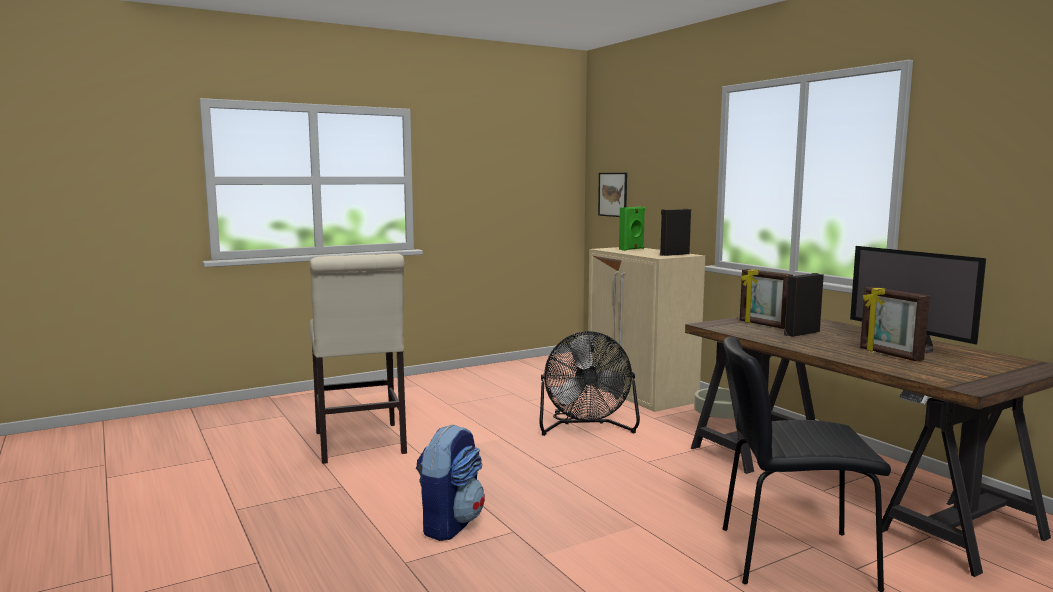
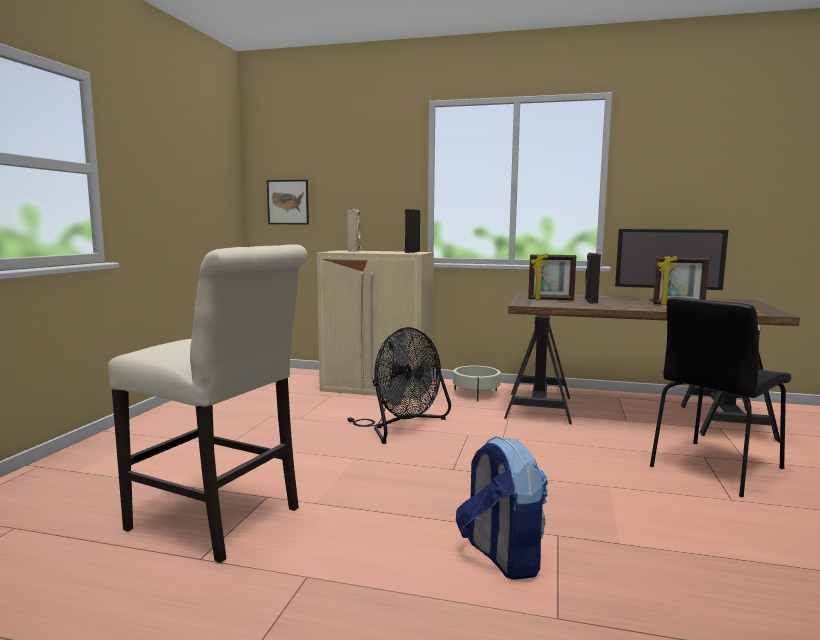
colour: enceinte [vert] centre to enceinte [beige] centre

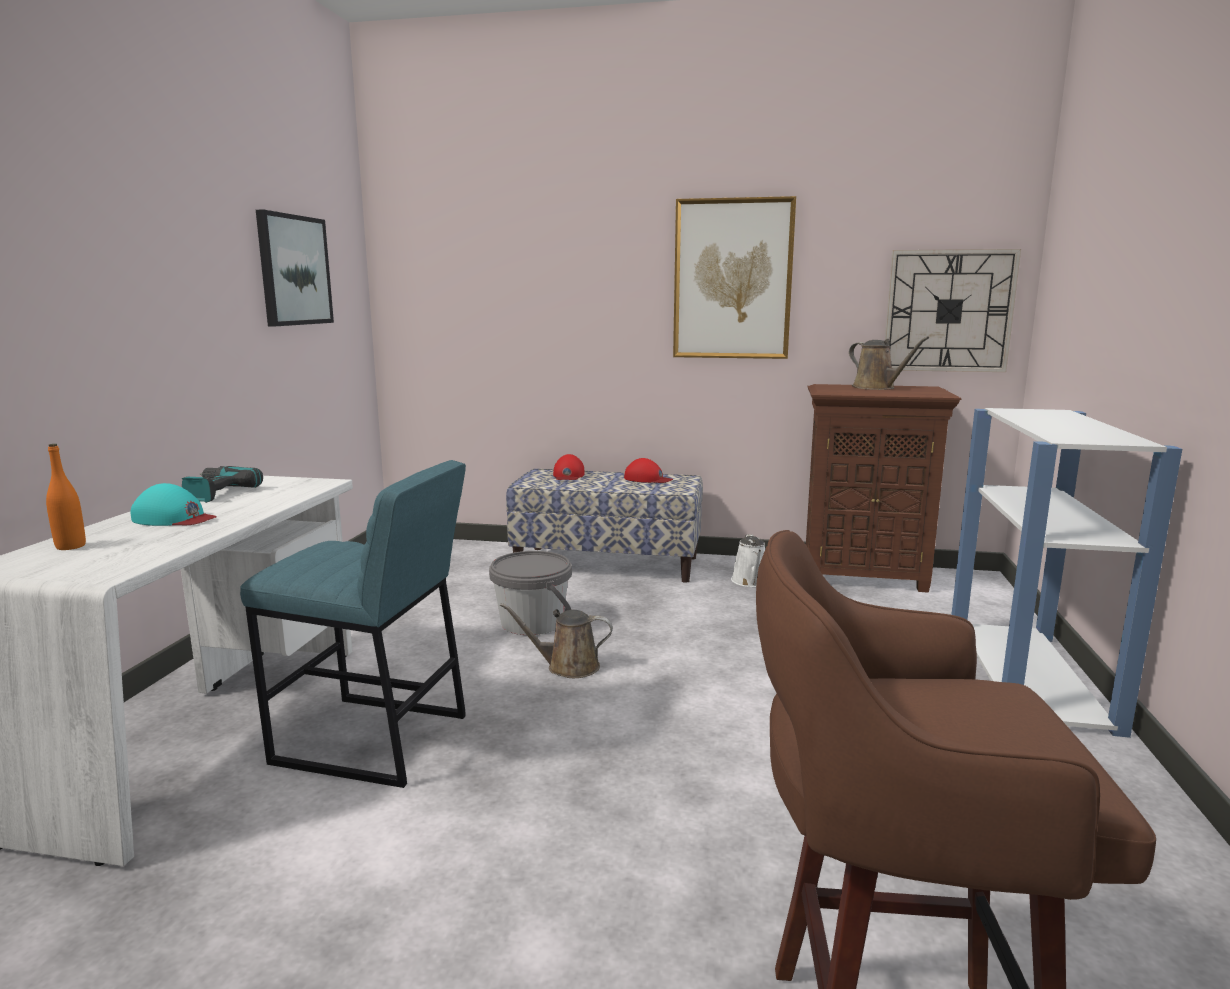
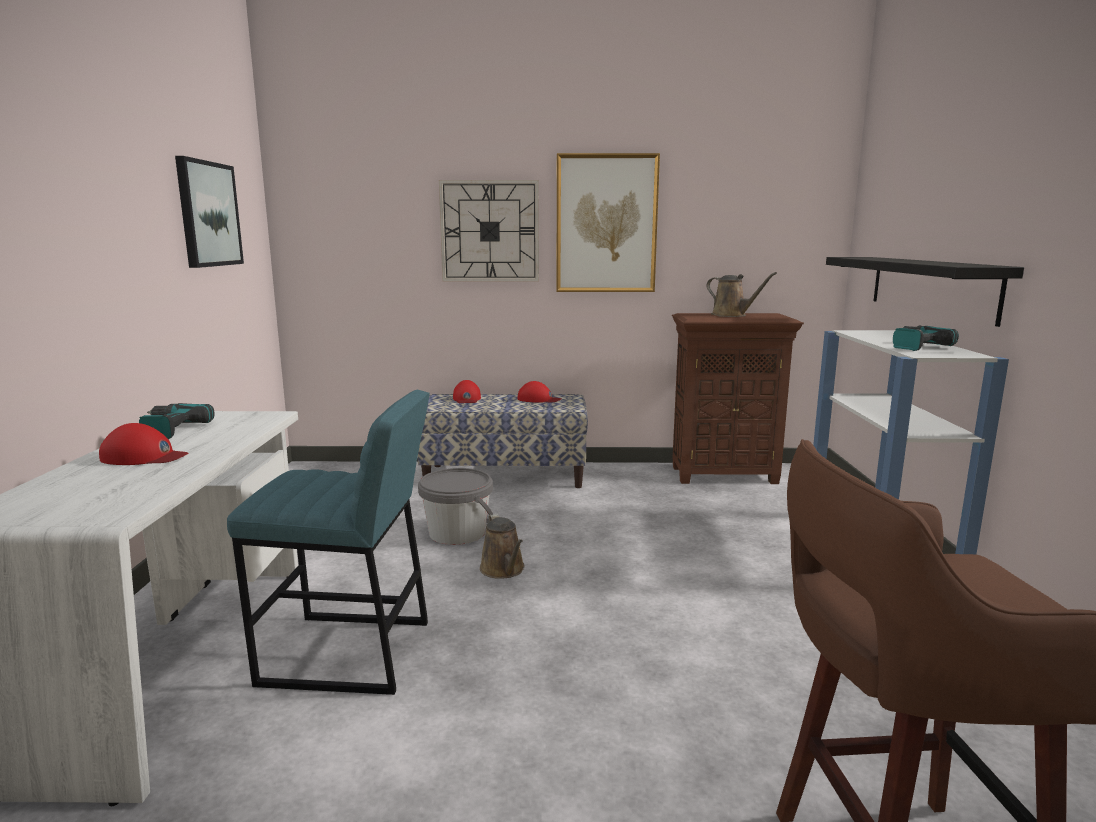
missing: bouteille [orange] middle left; arrosoir [blanc] centre
appeared: étagère [noir] middle right; perceuse (no. 2 from left) middle right
relocated: horloge murale top right to top centre
colour: casquette [turquoise] middle left to casquette [rouge] (no. 1 from left) middle left
spun: arrosoir [marron] (no. 1 from left) centre = centre 105 degrees counterclockwise

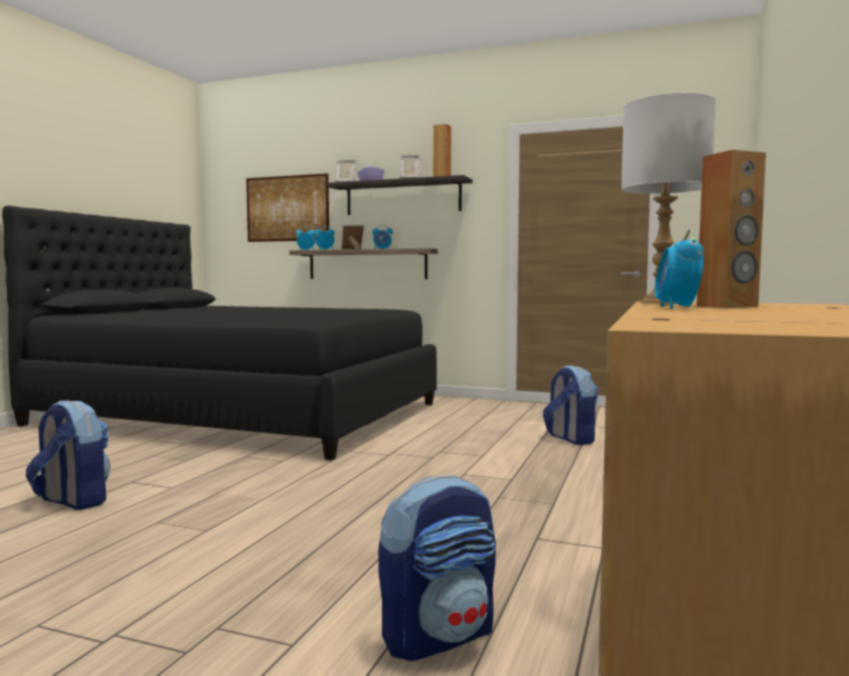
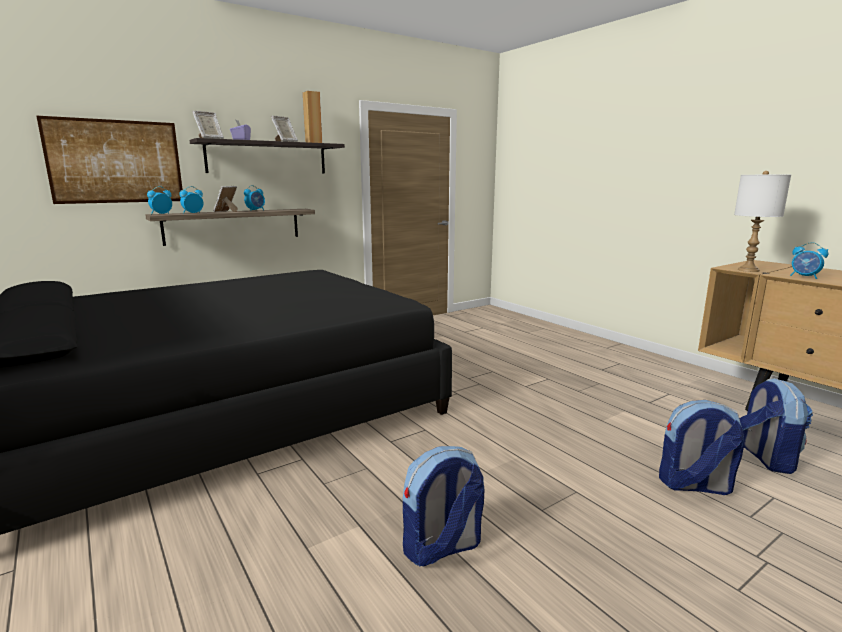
missing: enceinte [marron] (no. 2 from left) middle right
relocated: sac à dos (no. 3 from left in the first image) middle right to sac à dos (no. 2 from left) bottom right

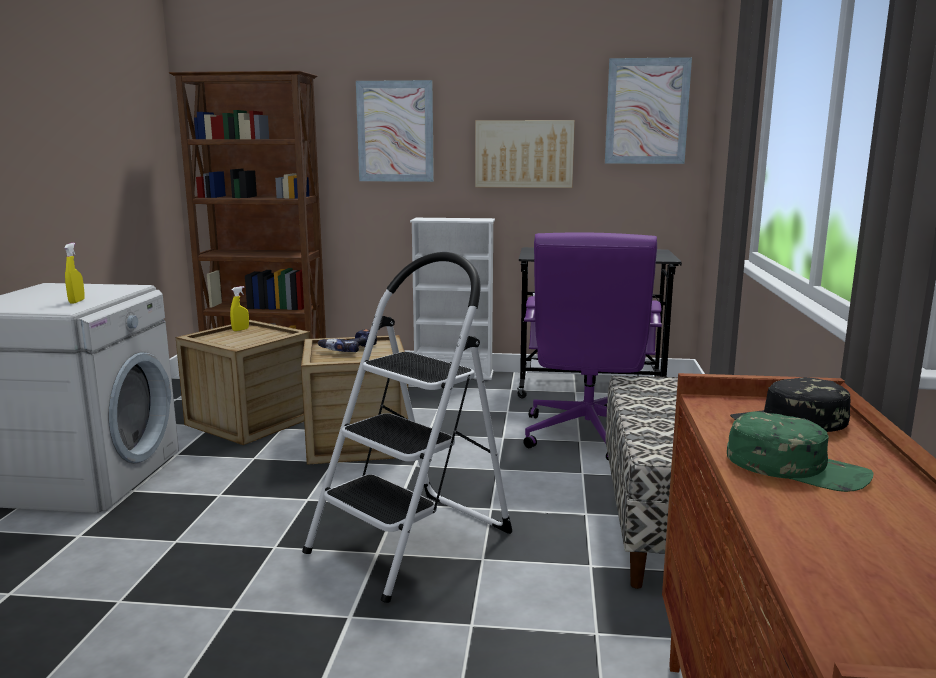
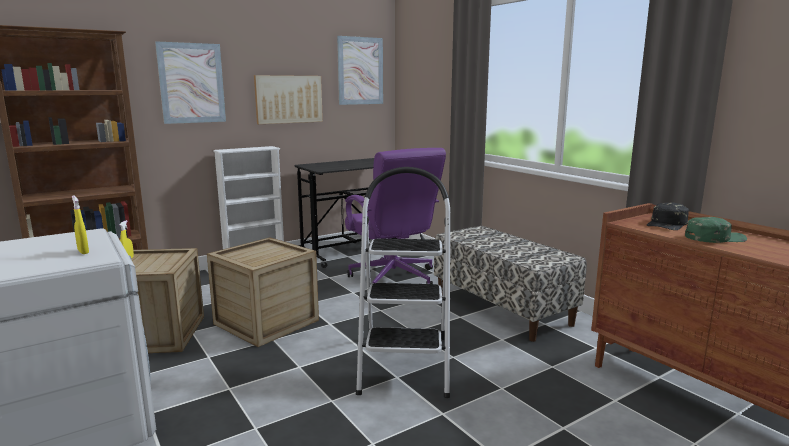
missing: perceuse centre

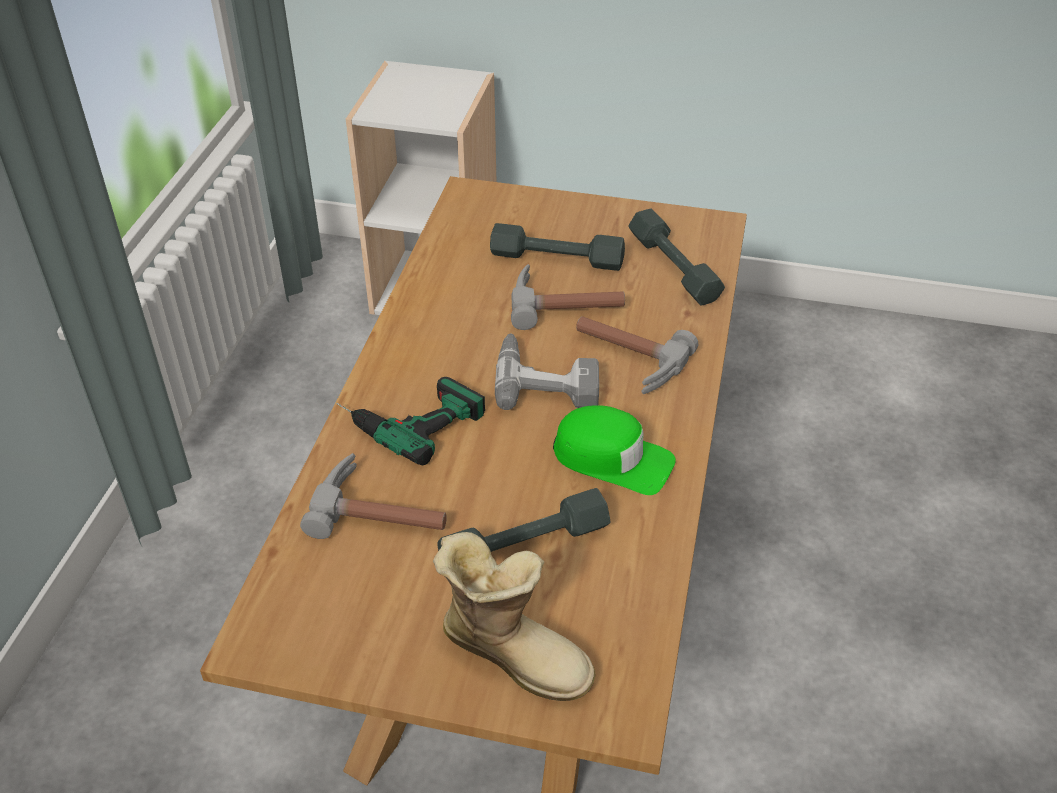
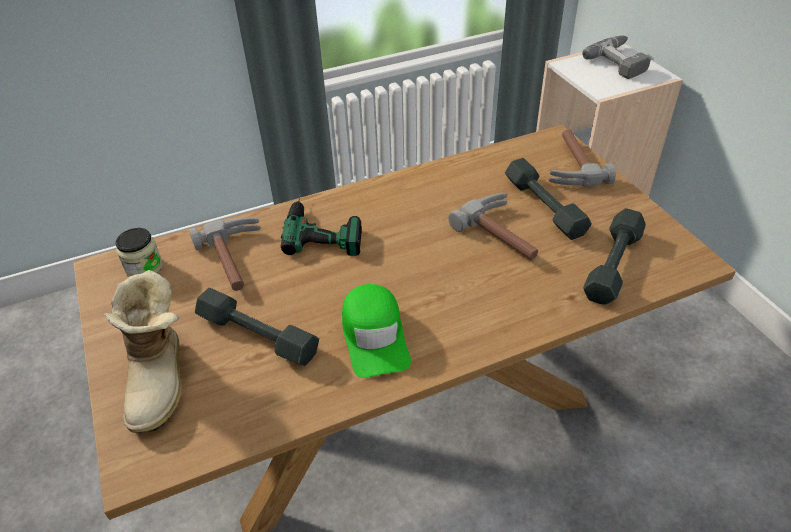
appeared: bocal middle left
relocated: perceuse (no. 2 from left) centre to top right; marteau (no. 3 from left) centre to top right

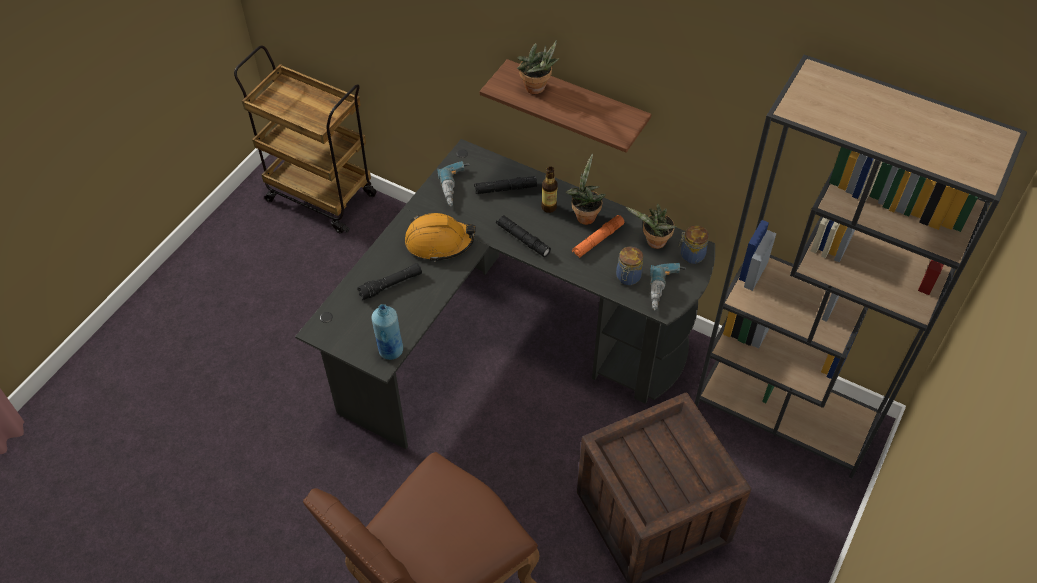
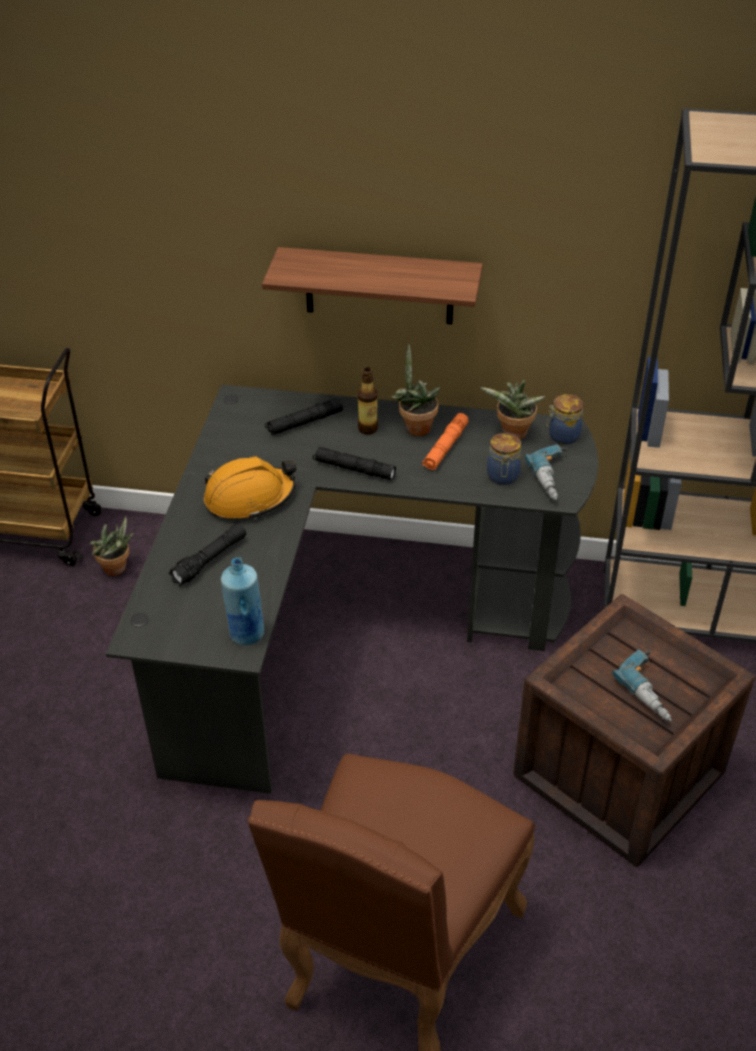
relocated: perceuse (no. 1 from left in the first image) top centre to perceuse (no. 2 from left) middle right; plante en pot (no. 1 from left) top centre to middle left

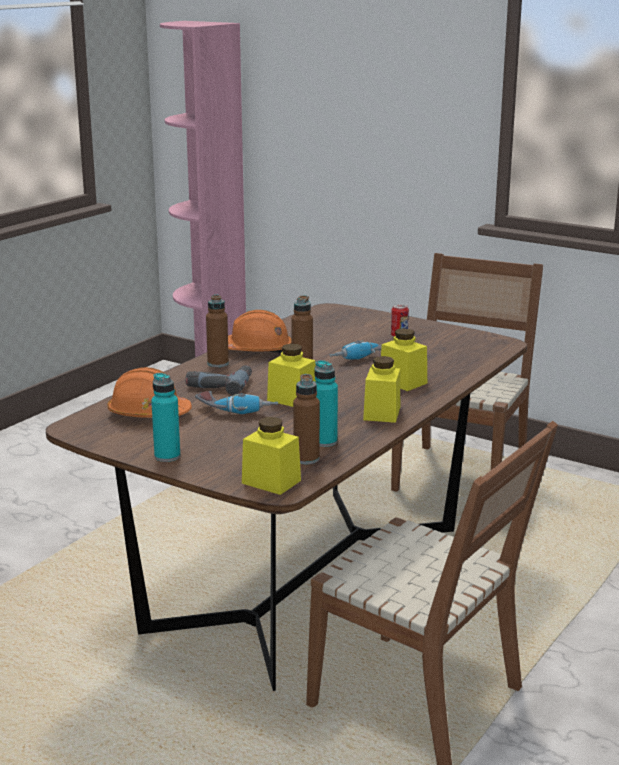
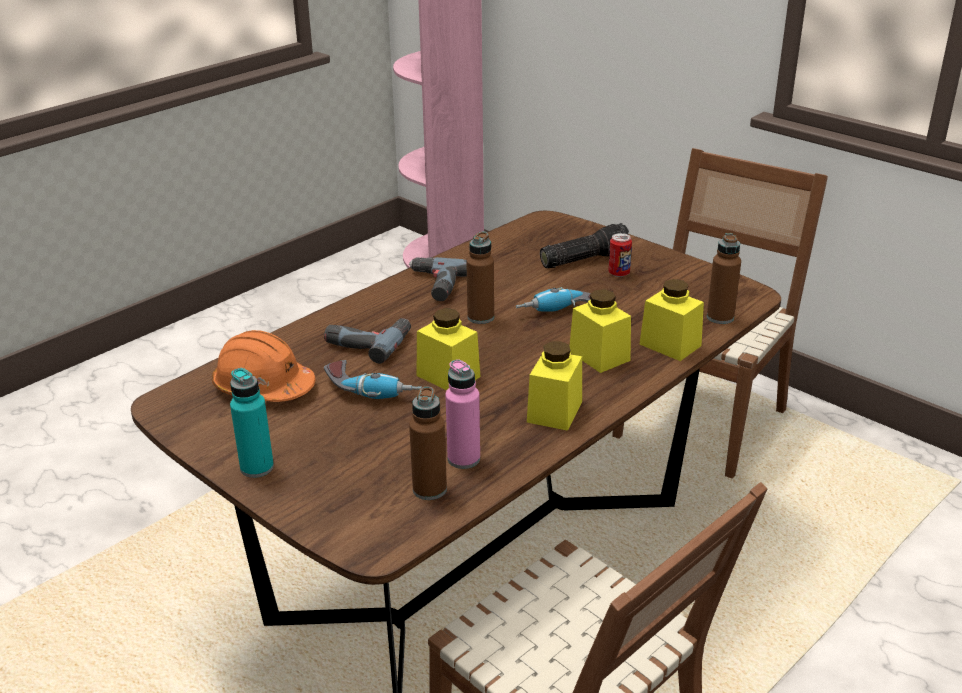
appeared: lampe de poche centre
relocated: bouteille [marron] (no. 1 from left in the first image) centre to bouteille [marron] (no. 3 from left) middle right; bocal [jaune] (no. 1 from left in the first image) centre to bocal [jaune] (no. 4 from left) middle right
exchanged: casque de chantier [orange] (no. 2 from left) centre to perceuse (no. 3 from left) centre
colour: bouteille [turquoise] (no. 2 from left) centre to bouteille [rose] centre

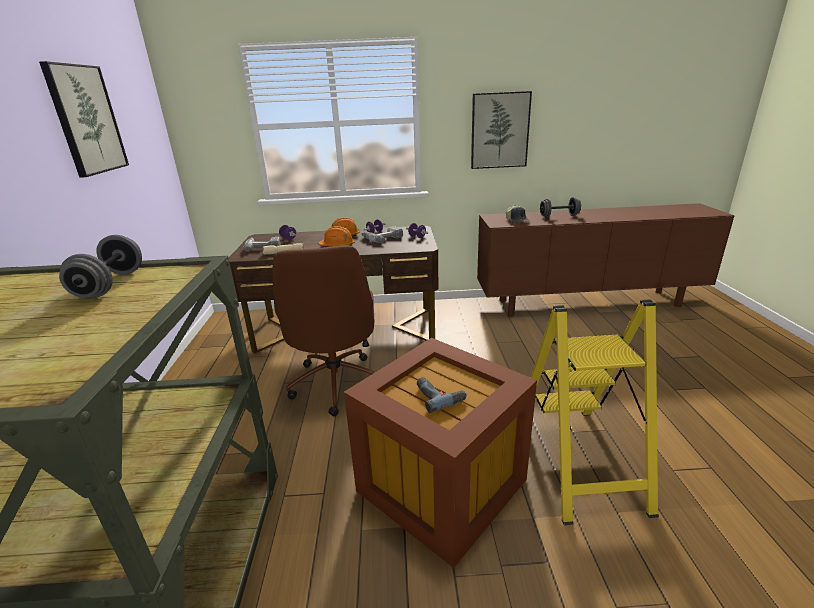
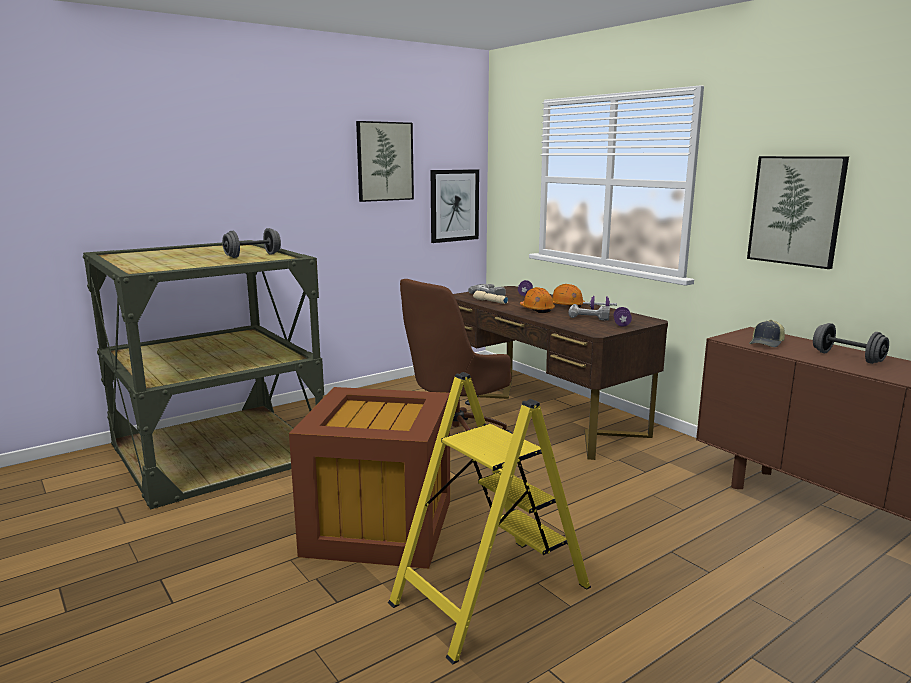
missing: perceuse (no. 3 from left) centre
appeared: tableau (no. 2 from left) top centre

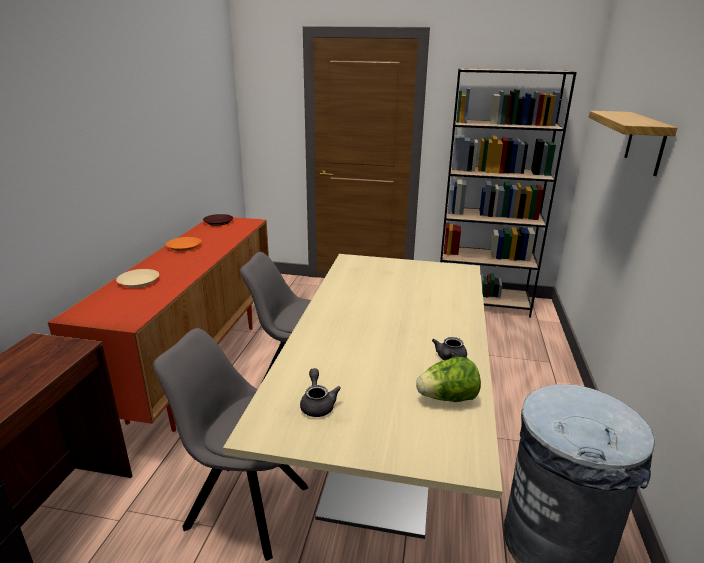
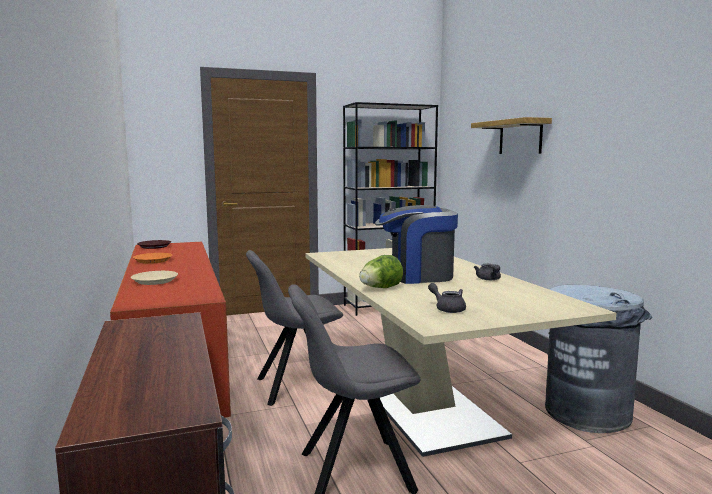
appeared: machine à café centre
relocated: laitue bottom centre to centre

